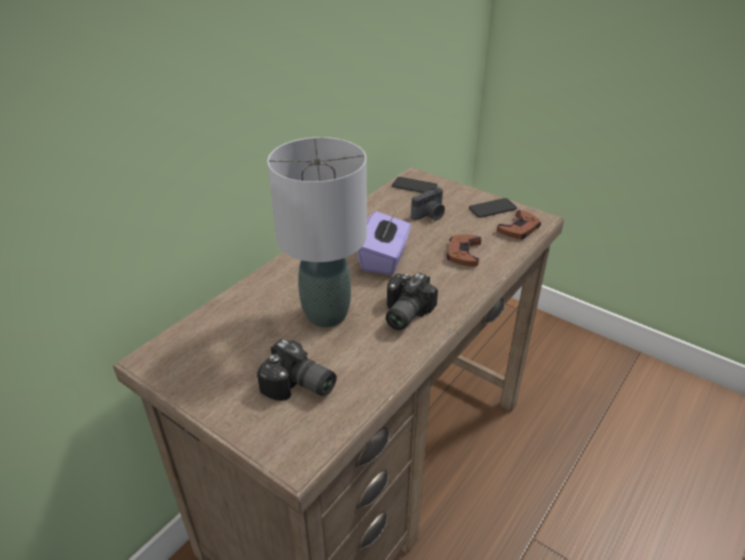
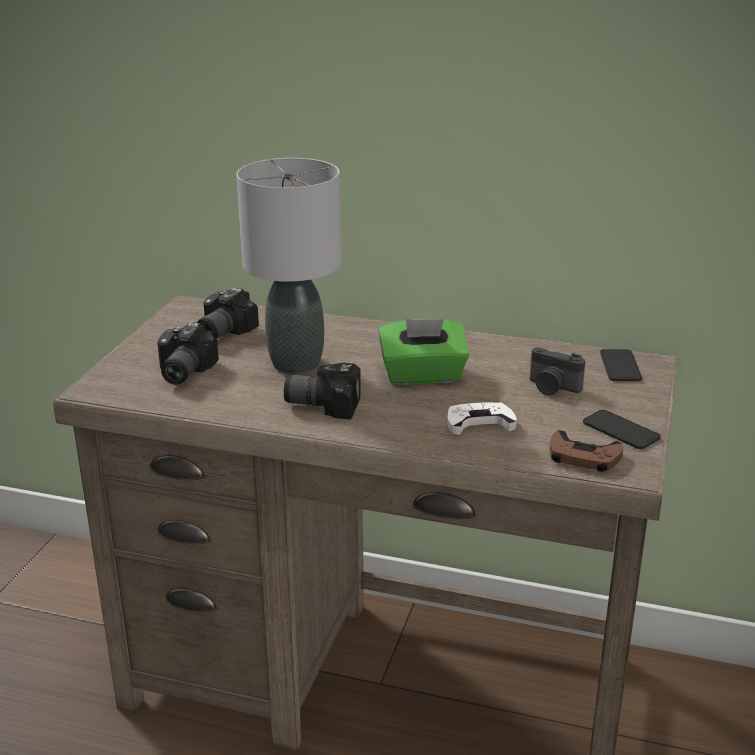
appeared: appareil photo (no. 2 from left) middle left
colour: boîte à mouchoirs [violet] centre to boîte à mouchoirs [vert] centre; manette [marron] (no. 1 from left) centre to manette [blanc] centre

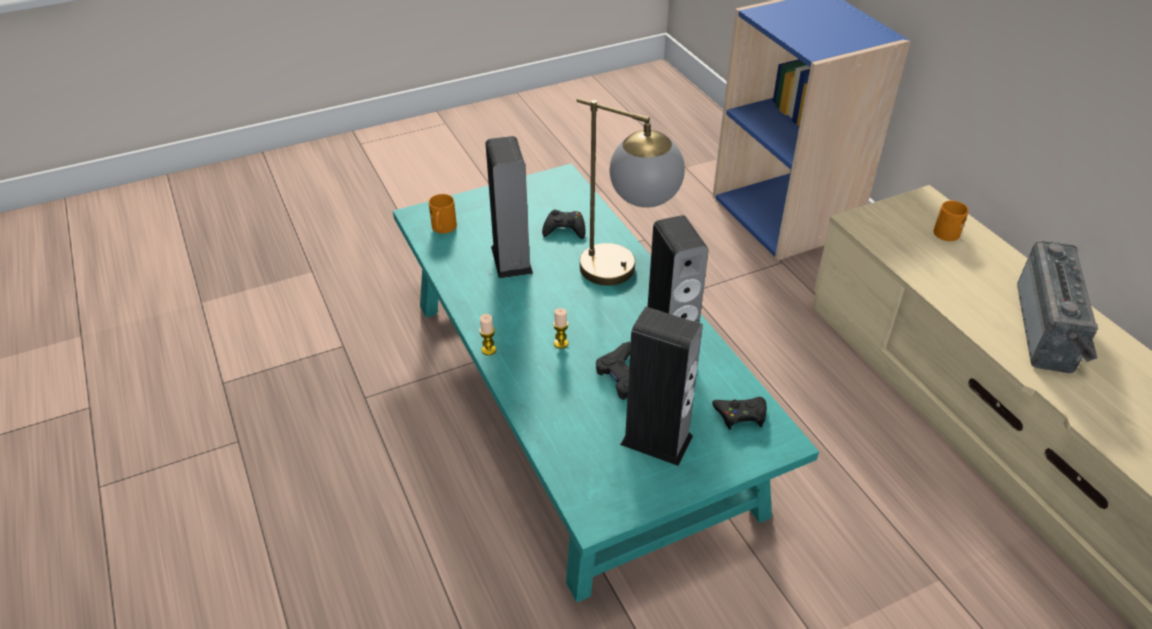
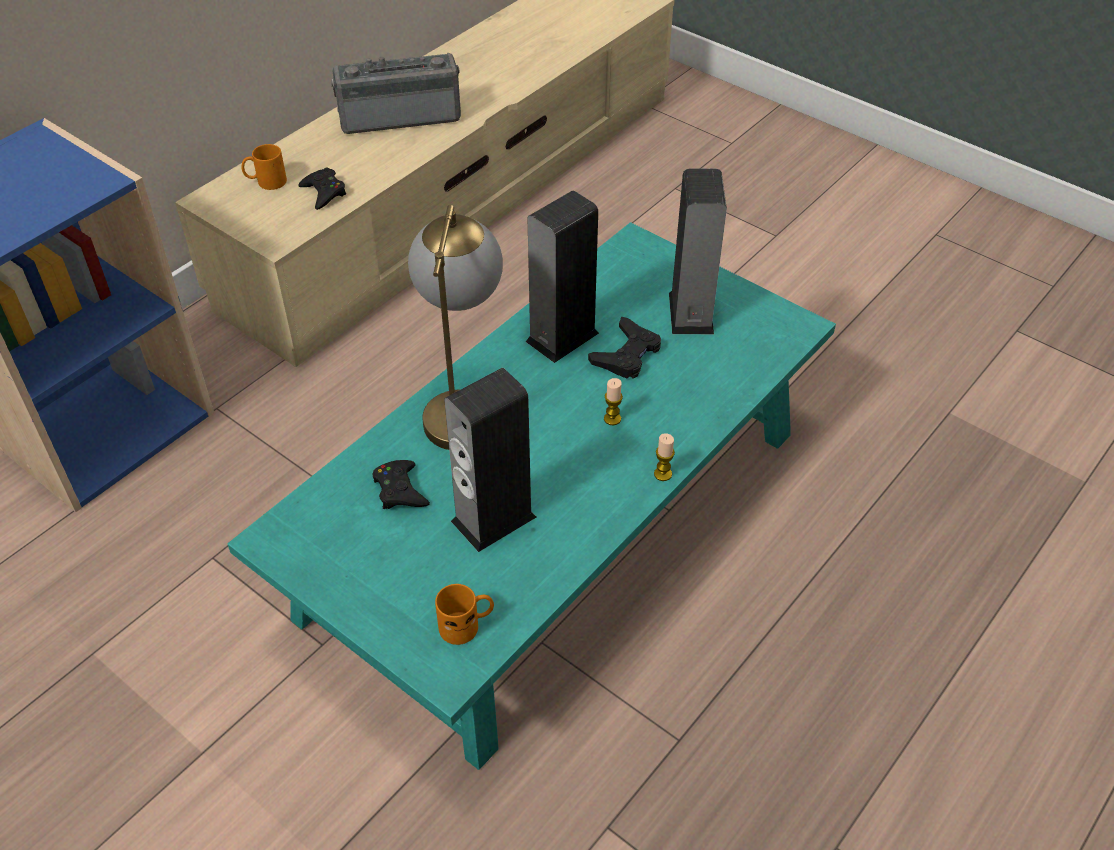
relocated: manette [noir] (no. 3 from left in the first image) centre to manette [noir] (no. 1 from left) top left

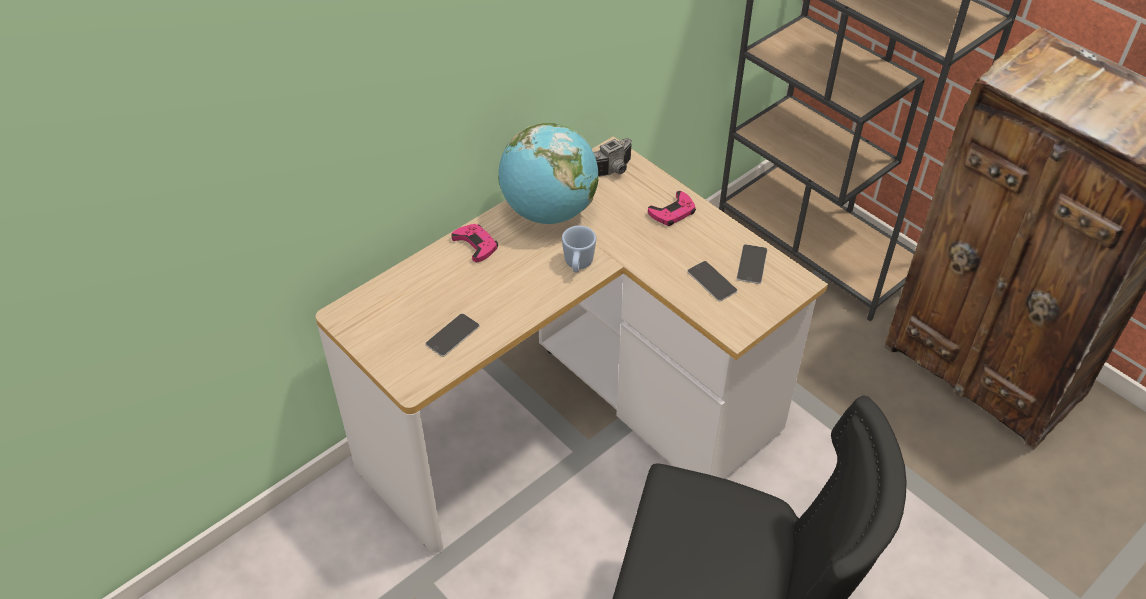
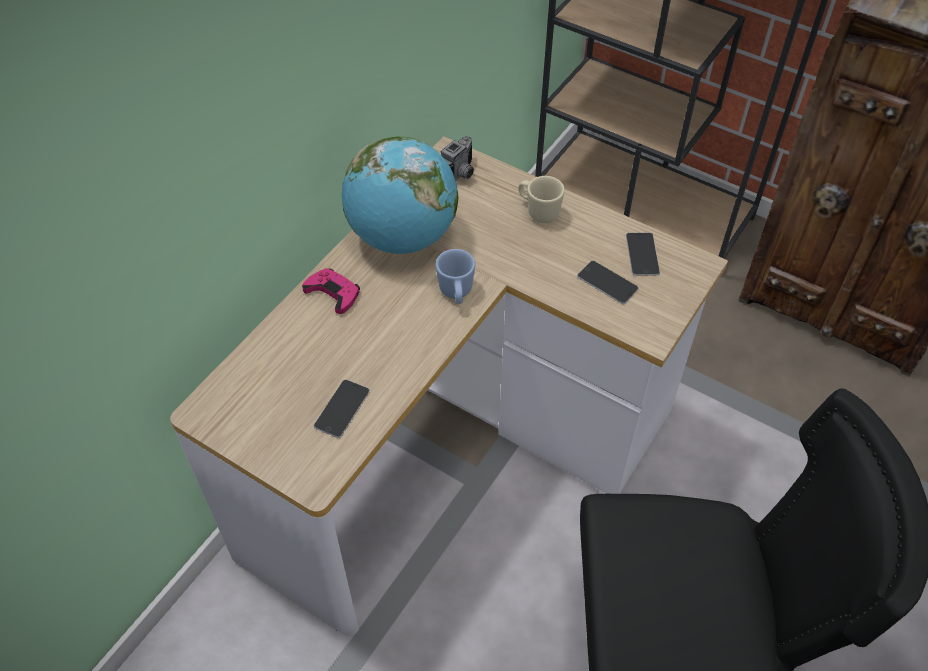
exchanged: manette [rose] (no. 2 from left) centre to mug [beige] top centre

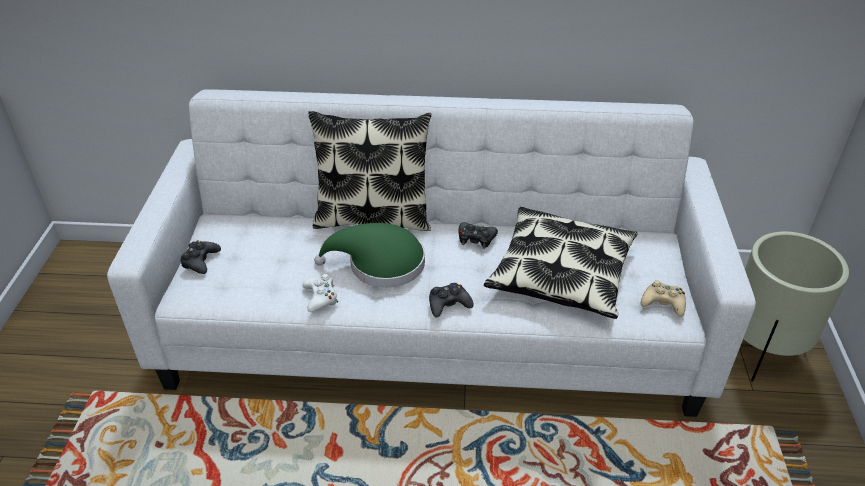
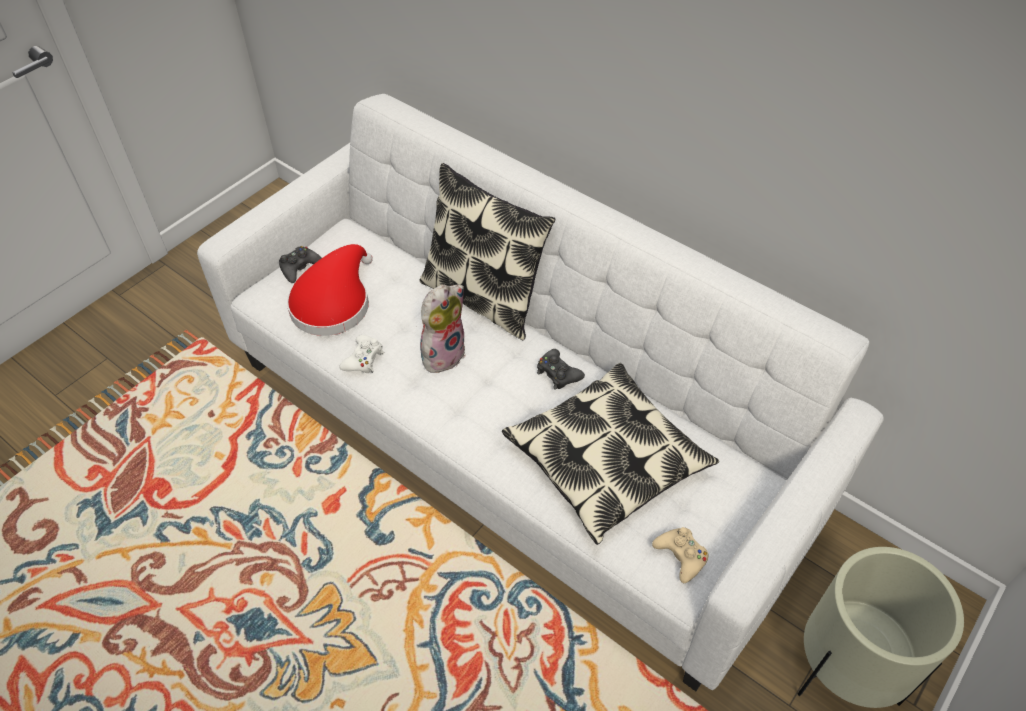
missing: manette [noir] (no. 2 from left) centre
appeared: chapeau [rouge] middle left
exchanged: chapeau [vert] centre to peluche centre

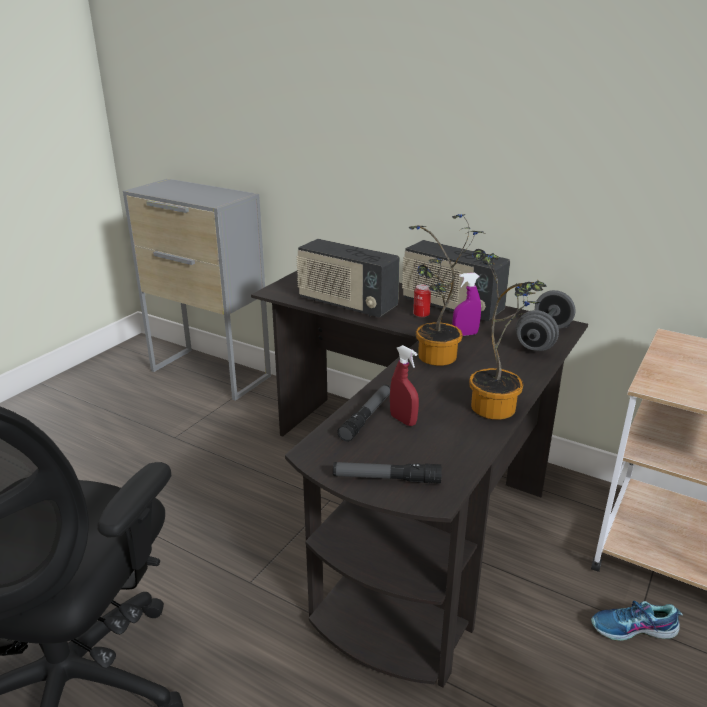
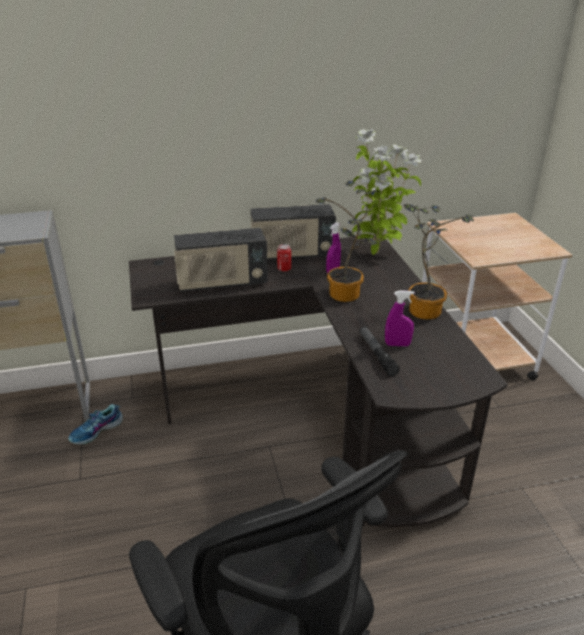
missing: lampe de poche (no. 2 from left) bottom centre
relocated: chaussure bottom right to bottom left
exchanged: haltère [gris] middle right to plante en pot (no. 2 from left) top centre
colour: vaporisateur [rouge] centre to vaporisateur [violet] (no. 2 from left) middle right

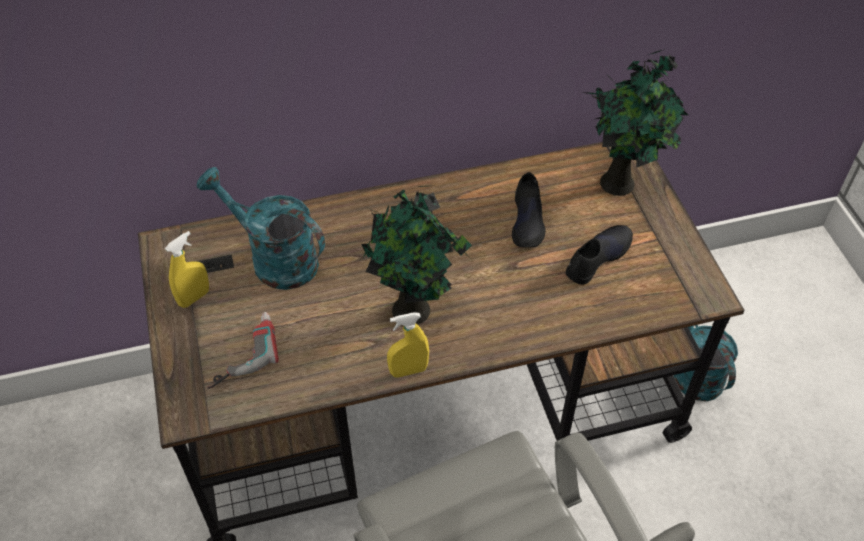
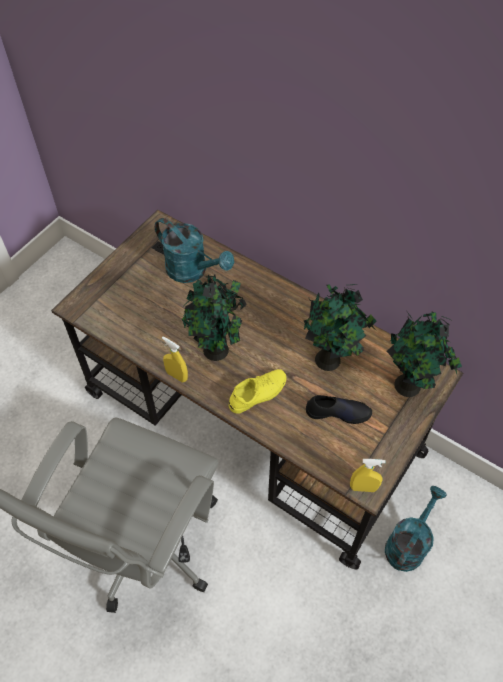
missing: perceuse middle left
appeared: chaussure [jaune] centre
relocated: vaporisateur [jaune] (no. 1 from left in the first image) middle left to vaporisateur [jaune] (no. 2 from left) bottom right
exchanged: chaussure [noir] (no. 1 from left) centre to plante en pot (no. 2 from left) middle right
spun: arrosoir [turquoise] (no. 1 from left) middle left = centre 135 degrees clockwise

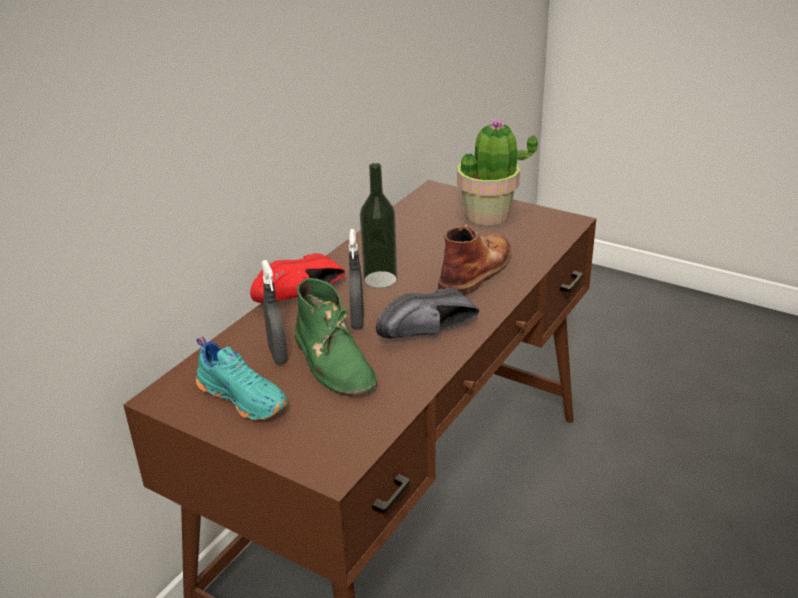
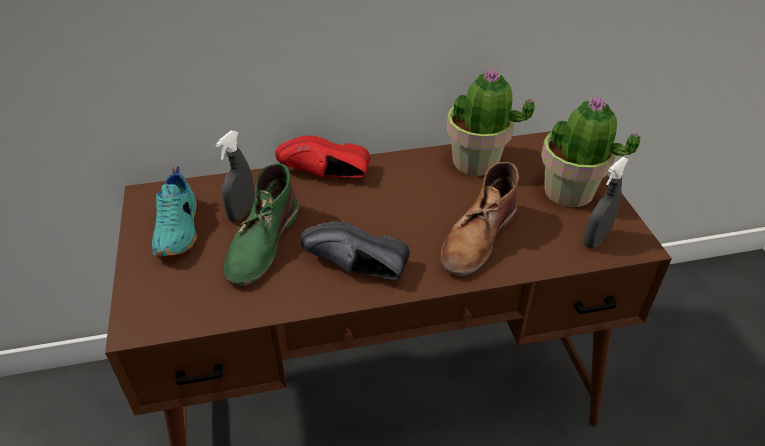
missing: bouteille centre
appeared: plante en pot (no. 1 from left) top centre
relocated: vaporisateur [gris] (no. 2 from left) centre to middle right
spun: botte [marron] centre = centre 135 degrees clockwise

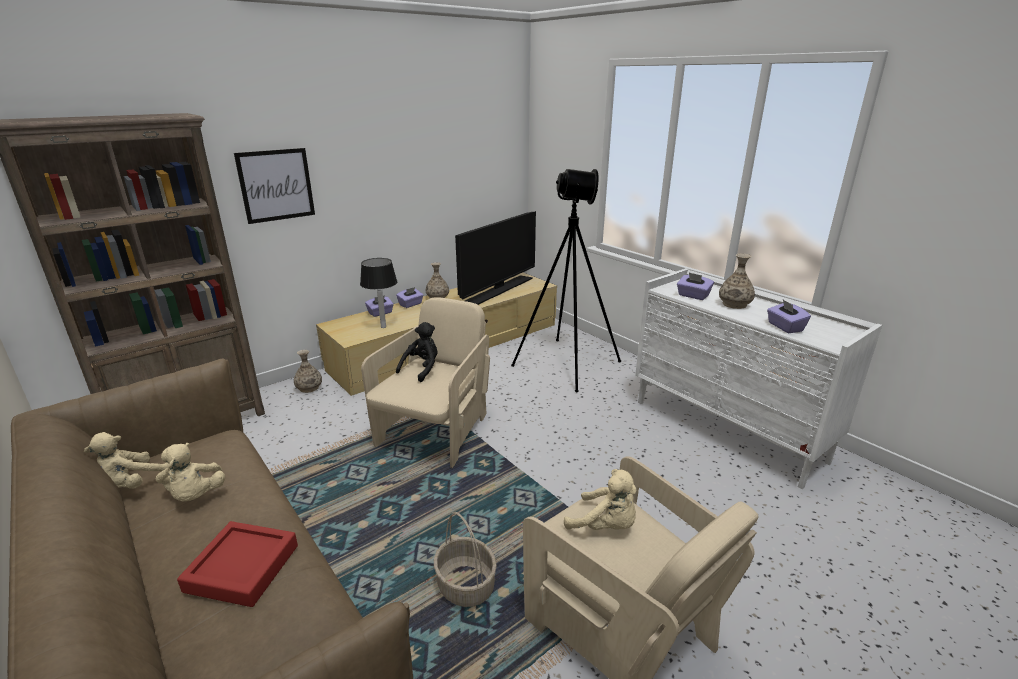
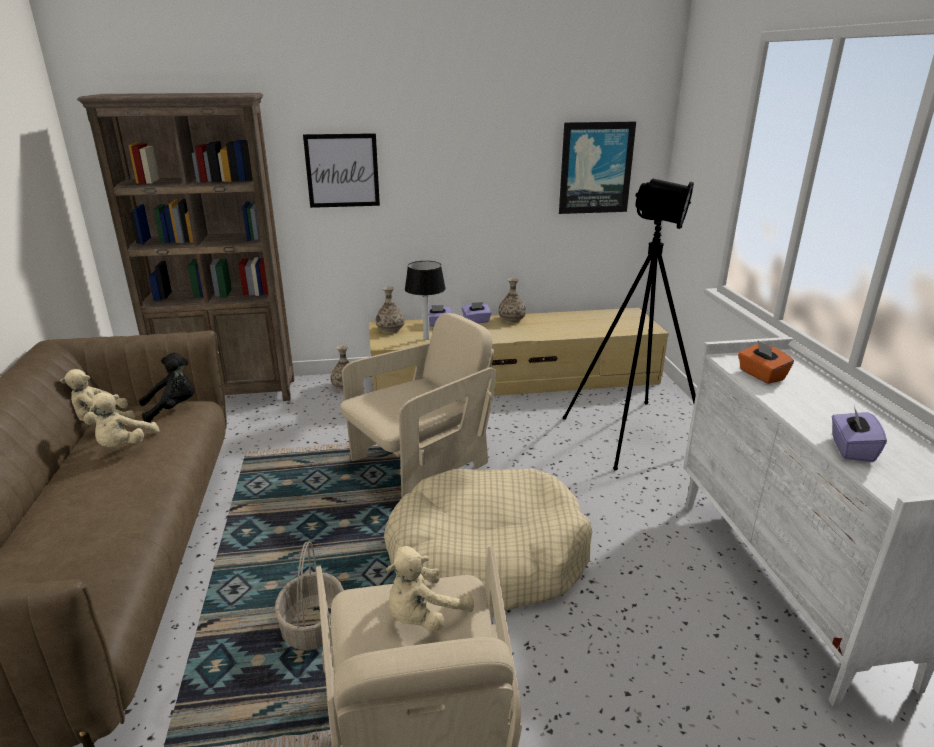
missing: plateau [rouge] bottom left; téléviseur centre
appeared: panier pour chien [beige] bottom centre; tableau (no. 2 from left) top centre
relocated: peluche [noir] centre to middle left; vase (no. 3 from left in the first image) middle right to vase (no. 2 from left) centre
colour: boîte à mouchoirs [violet] (no. 3 from left) middle right to boîte à mouchoirs [orange] middle right
spun: peluche [beige] (no. 3 from left) bottom centre = bottom centre 75 degrees clockwise

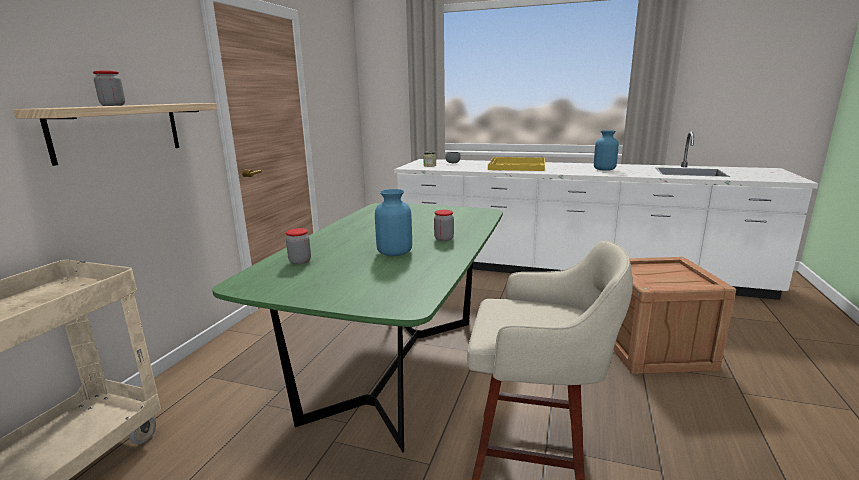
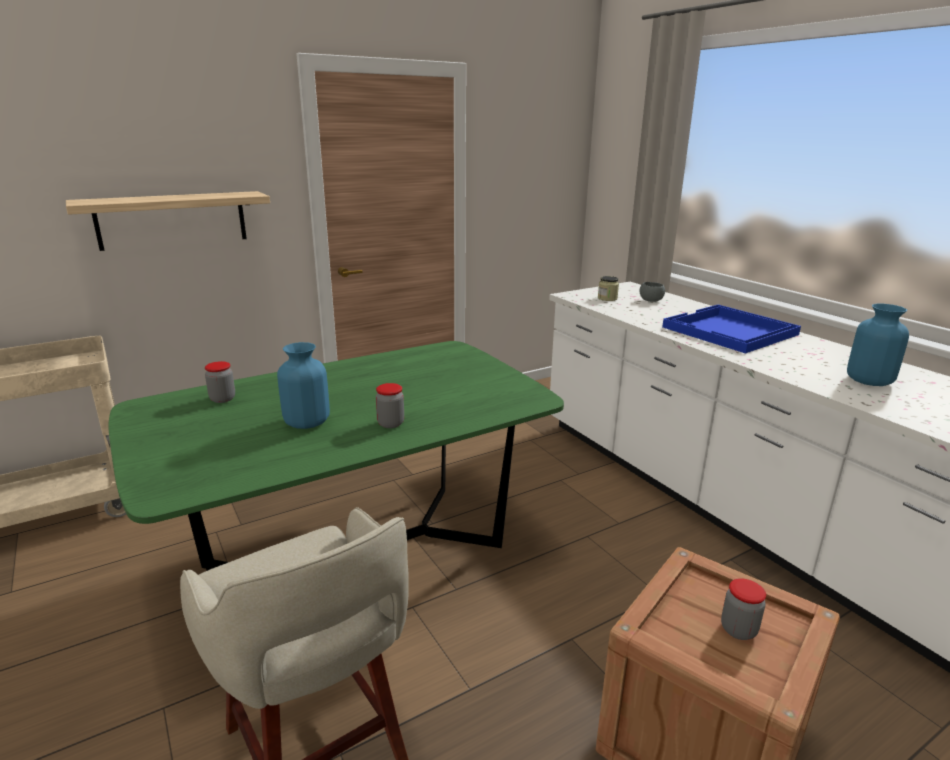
relocated: bocal (no. 1 from left in the first image) top left to bocal (no. 4 from left) bottom right
colour: plateau [jaune] centre to plateau [bleu] middle right

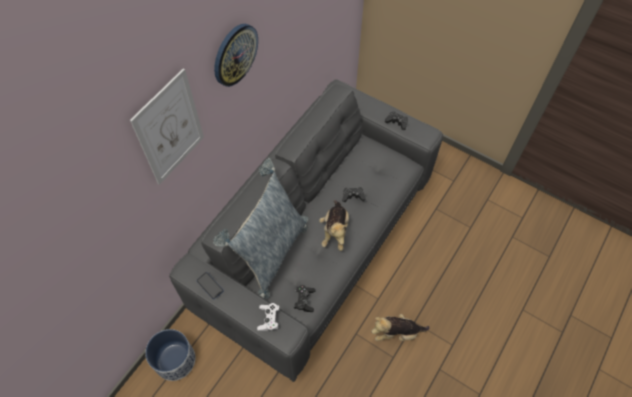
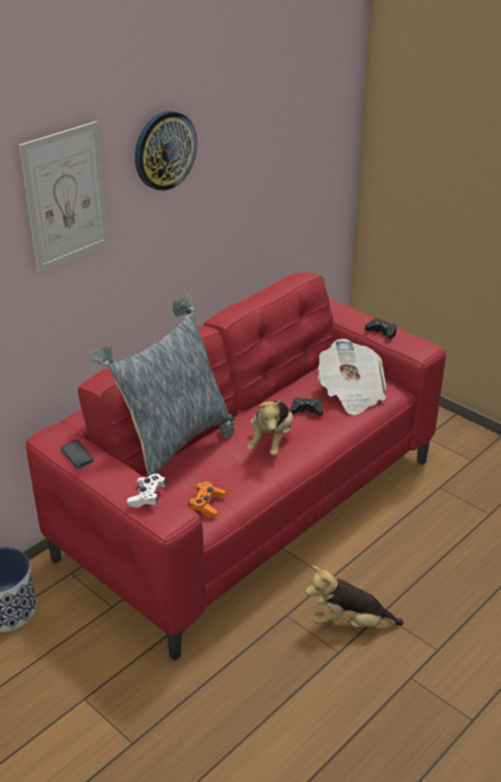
appeared: journal middle right
colour: canapé [gris] centre to canapé [rouge] centre; manette [noir] (no. 1 from left) bottom centre to manette [orange] centre

